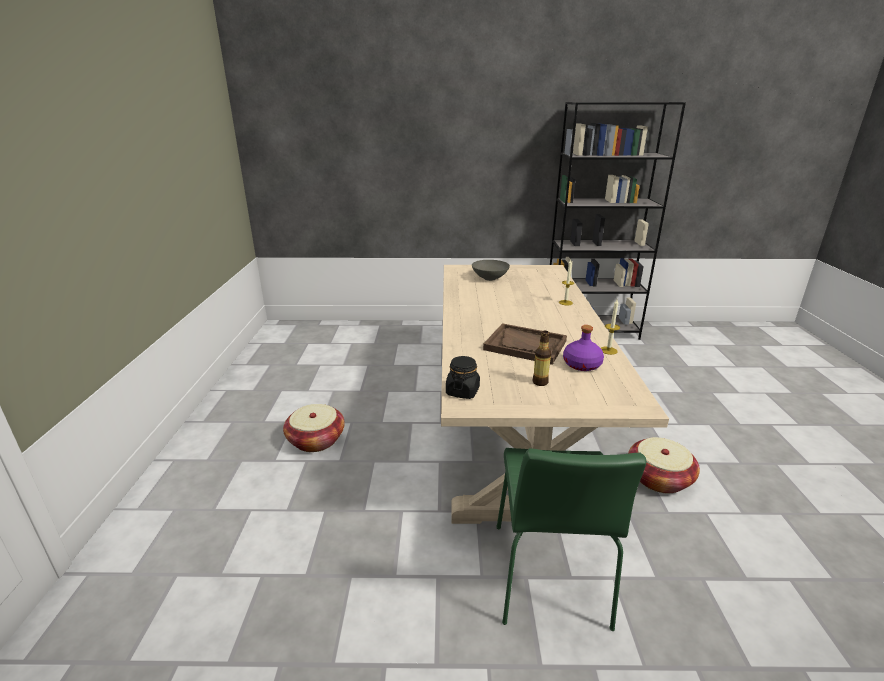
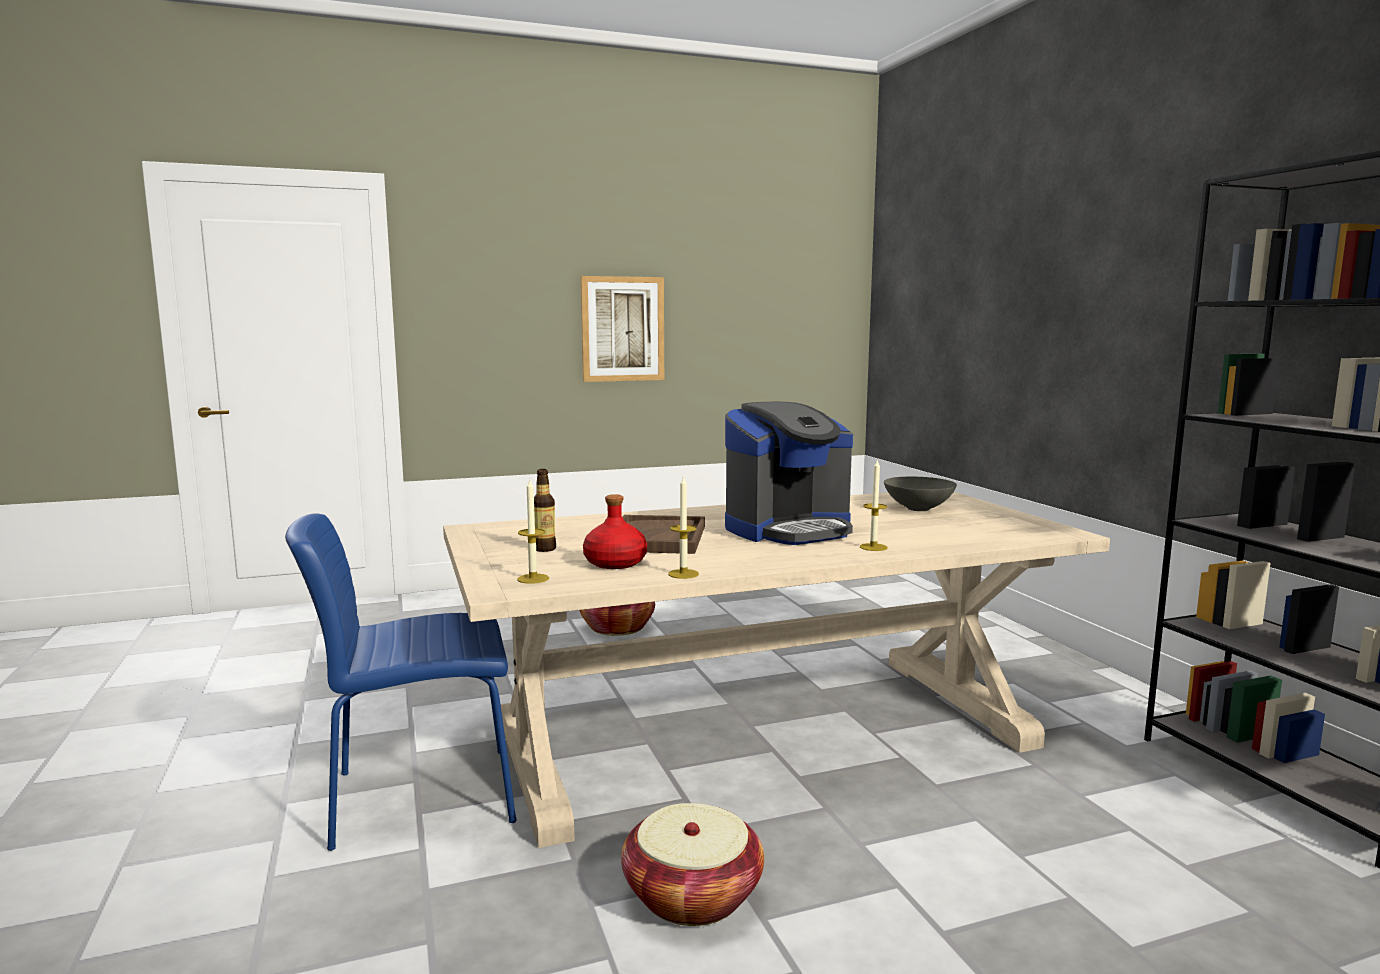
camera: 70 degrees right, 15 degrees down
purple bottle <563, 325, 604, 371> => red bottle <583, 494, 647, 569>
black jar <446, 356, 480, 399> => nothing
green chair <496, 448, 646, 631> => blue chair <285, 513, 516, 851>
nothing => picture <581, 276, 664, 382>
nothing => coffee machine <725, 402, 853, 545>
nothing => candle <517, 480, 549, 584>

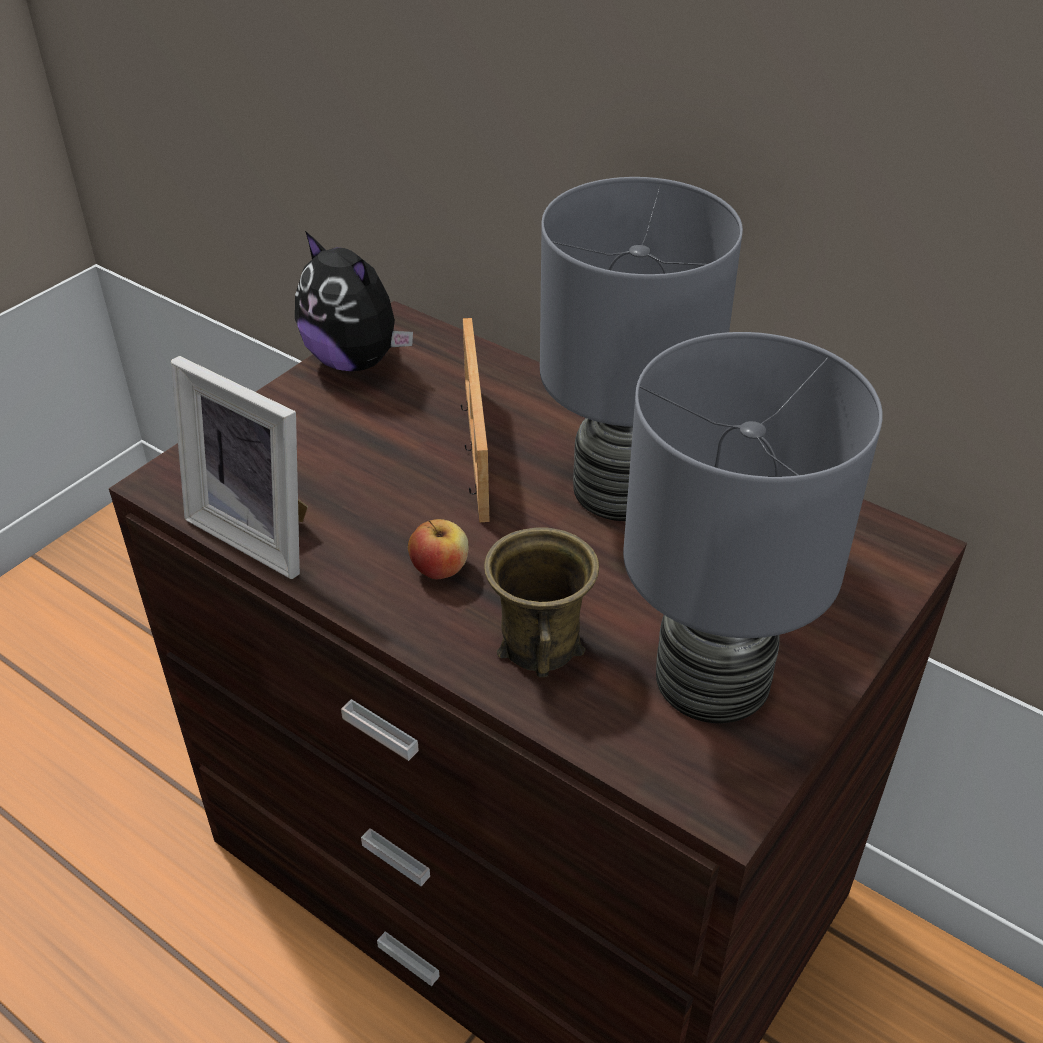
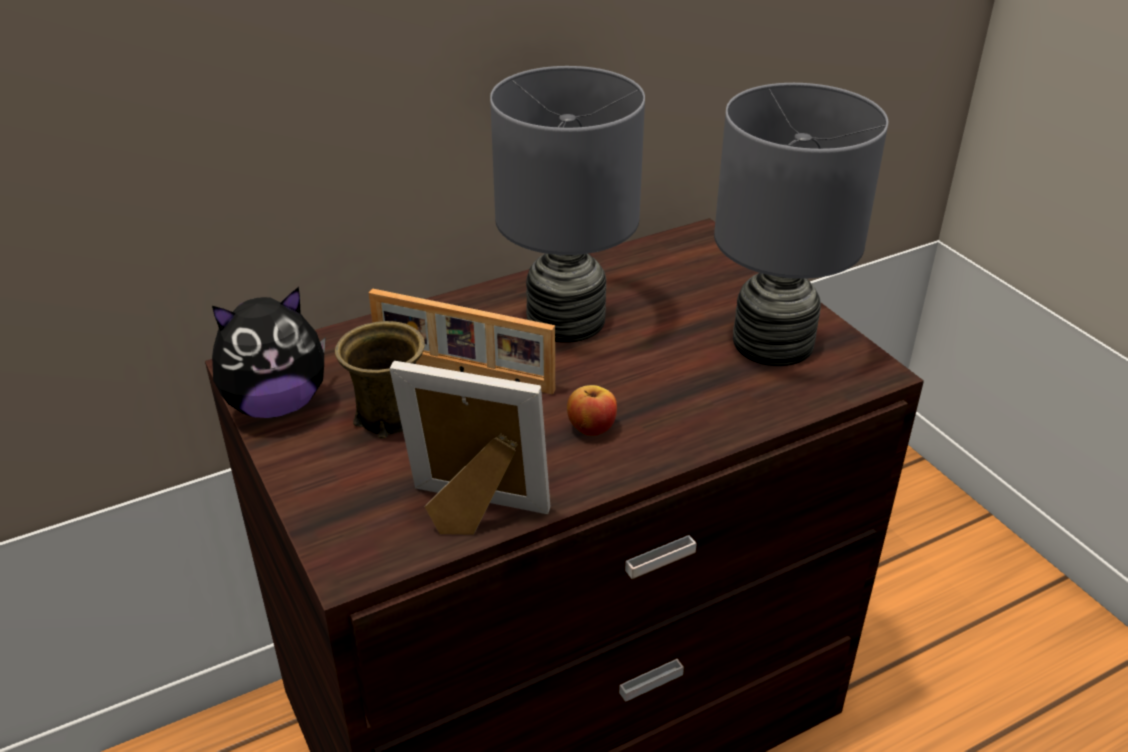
camera: 65 degrees left, 5 degrees down
picture frame <171, 356, 308, 579> => picture frame <389, 361, 550, 535>, 135 degrees counterclockwise
brown mug <484, 527, 599, 677> => brown mug <335, 321, 425, 438>, moved

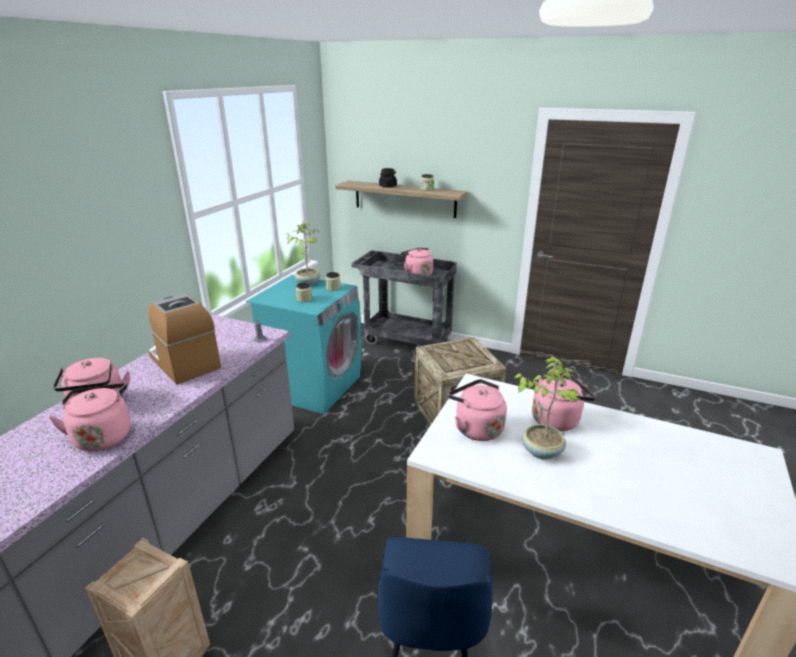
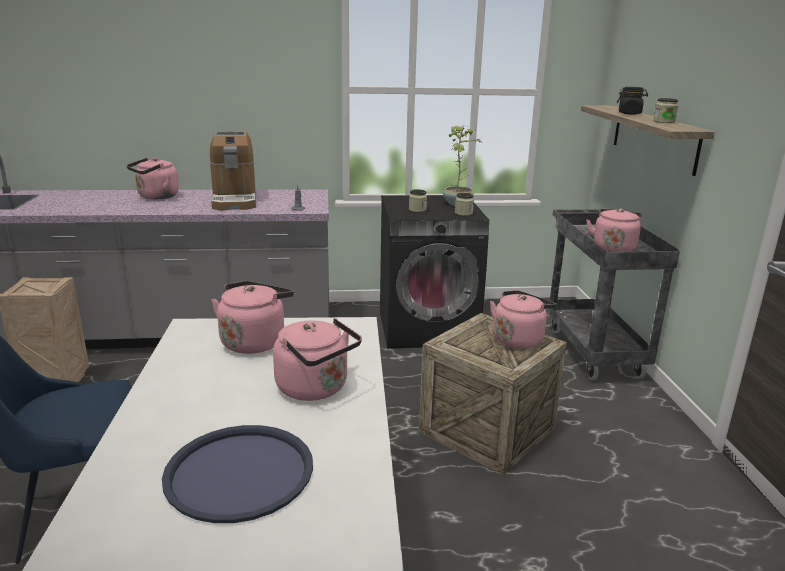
camera: 60 degrees right, 5 degrees down
turquoise washing machine <246, 275, 362, 414> => black washing machine <380, 195, 489, 349>
coffee machine <148, 294, 221, 385> => coffee machine <210, 131, 256, 210>, 150 degrees clockwise
potted plant <514, 357, 580, 460> => nothing
pink kettle <49, 383, 131, 451> => pink kettle <490, 290, 557, 349>, moved
nothing => blue tray <162, 425, 313, 523>

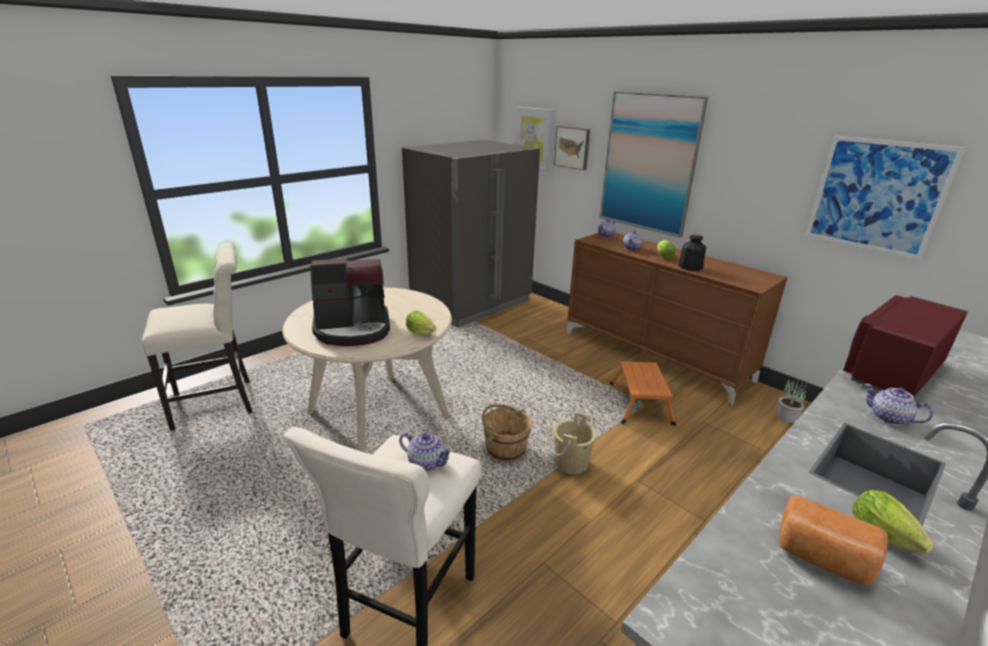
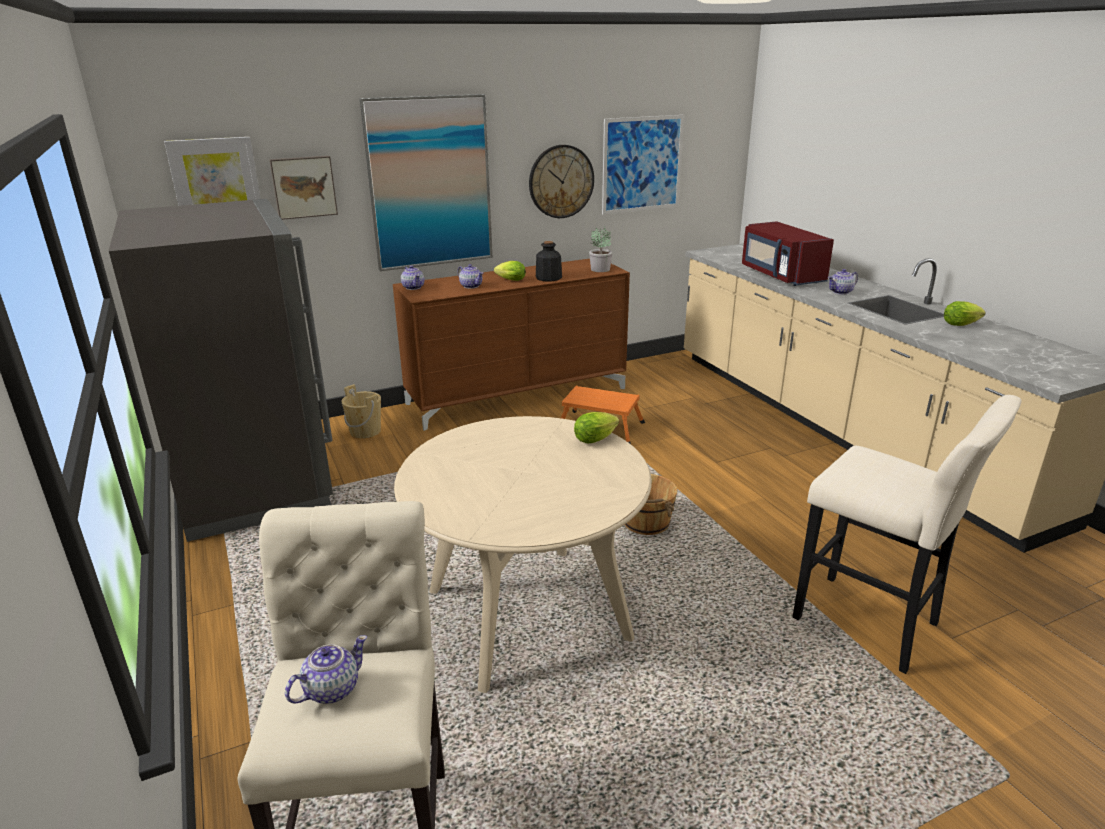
camera: 70 degrees left, 0 degrees up
coffee machine <310, 259, 390, 346> => nothing
potted plant <776, 380, 807, 423> => potted plant <589, 226, 613, 272>, moved
beige bucket <552, 412, 596, 474> => beige bucket <341, 384, 381, 438>, moved
teapot <399, 432, 453, 471> => teapot <285, 635, 367, 704>, moved
bread <780, 495, 888, 586> => nothing
nothing => wall clock <529, 145, 594, 218>

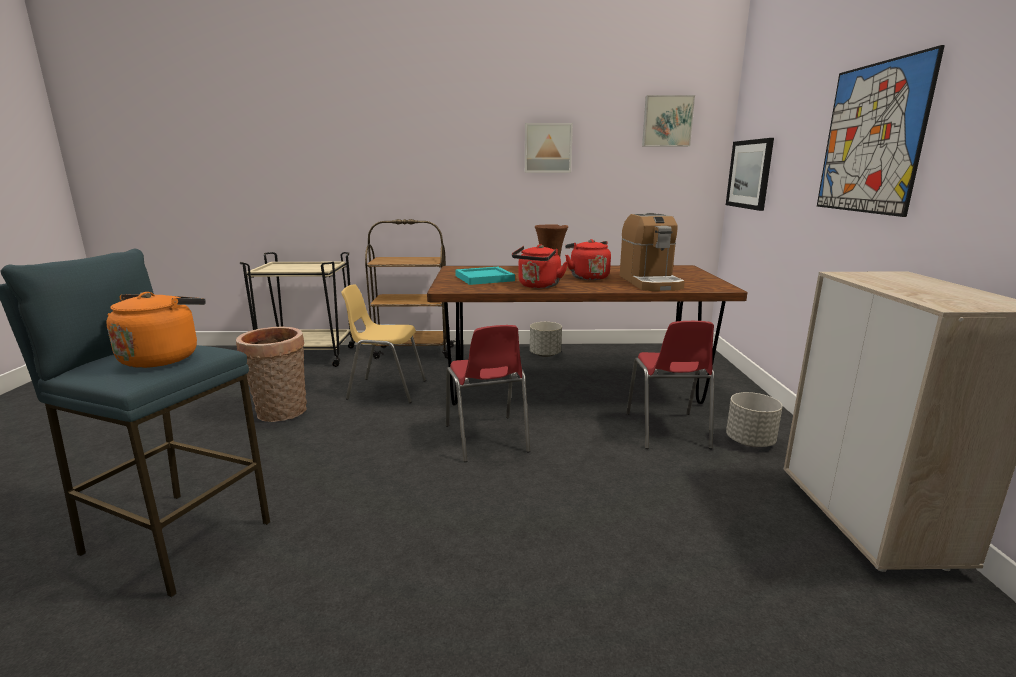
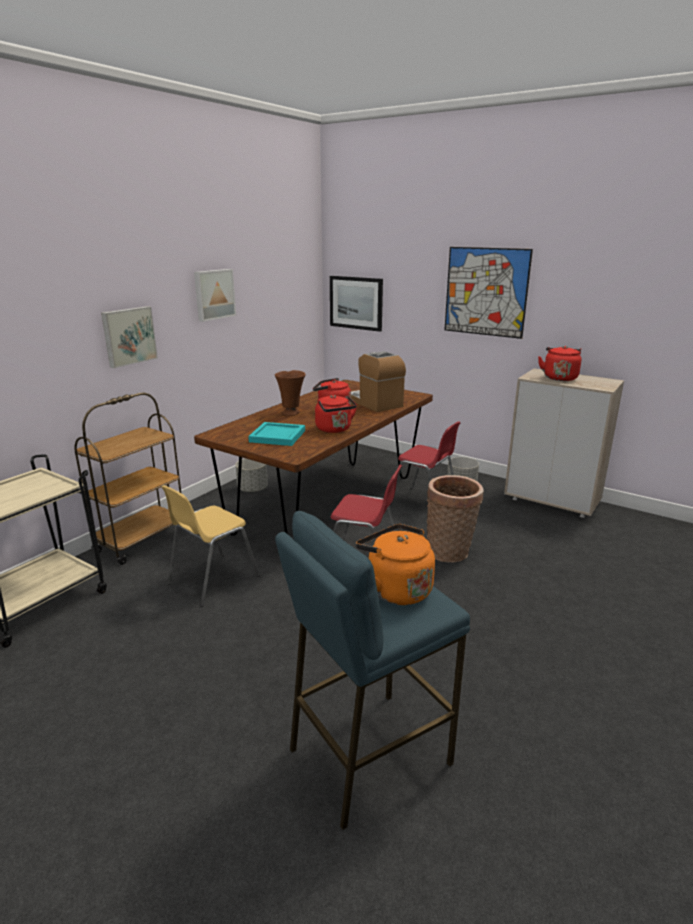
camera: 55 degrees left, 5 degrees up
picture <642, 95, 695, 146> => picture <101, 306, 158, 368>, moved
coffee machine <620, 213, 685, 291> => coffee machine <351, 351, 406, 412>, 150 degrees counterclockwise
basket <236, 327, 307, 422> => basket <427, 475, 484, 563>, moved
nothing => red kettle <538, 346, 581, 381>

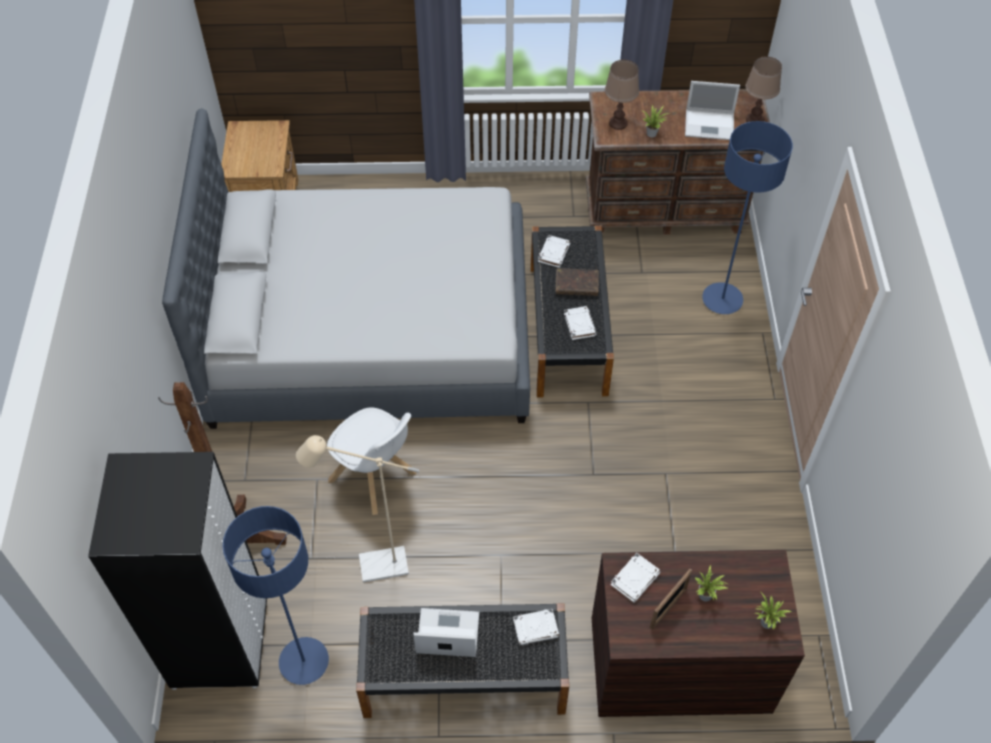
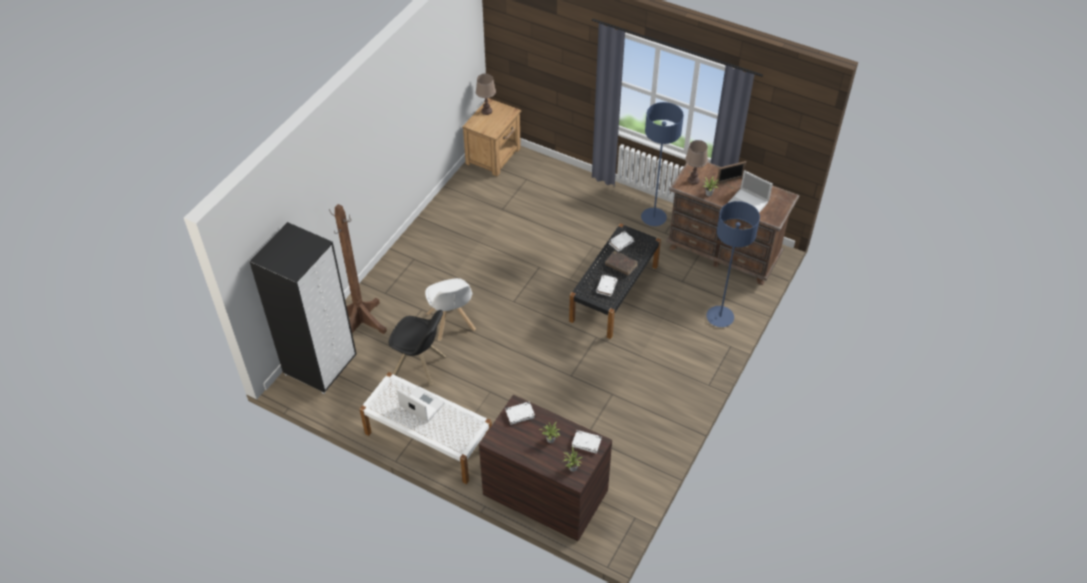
camera: 30 degrees right, 5 degrees down
brown table lamp <745, 56, 782, 122> => brown table lamp <476, 73, 496, 115>, moved
grey bed <162, 108, 530, 429> => nothing
beige floor lamp <296, 435, 419, 583> => black chair <389, 310, 446, 386>
blue floor lamp <223, 506, 329, 685> => blue floor lamp <641, 102, 684, 226>, moved
picture frame <650, 569, 692, 629> => picture frame <716, 161, 746, 184>, moved
black bench <356, 603, 569, 718> => white bench <359, 372, 492, 485>
white book <513, 609, 559, 645> => white book <571, 430, 601, 454>, moved

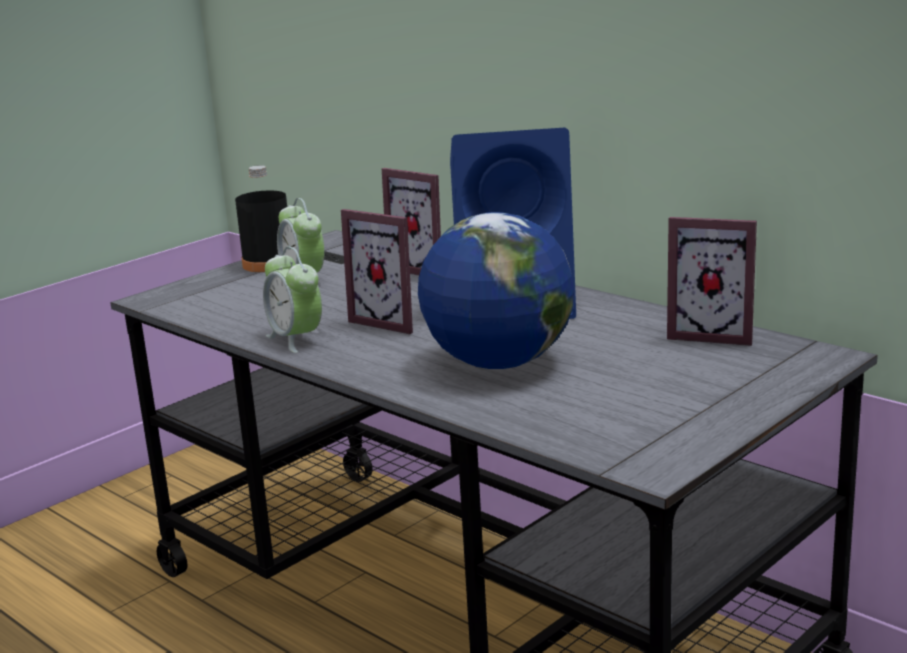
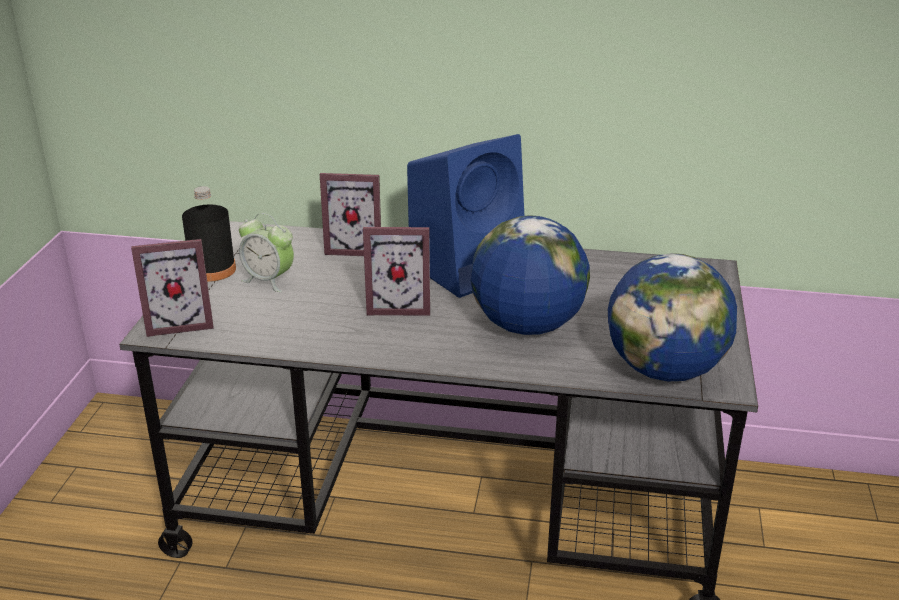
camera: 35 degrees left, 10 degrees up
picture frame <667, 217, 757, 346> => picture frame <131, 239, 214, 337>, moved
alarm clock <263, 247, 322, 353> => nothing
nothing => globe <608, 253, 737, 381>

